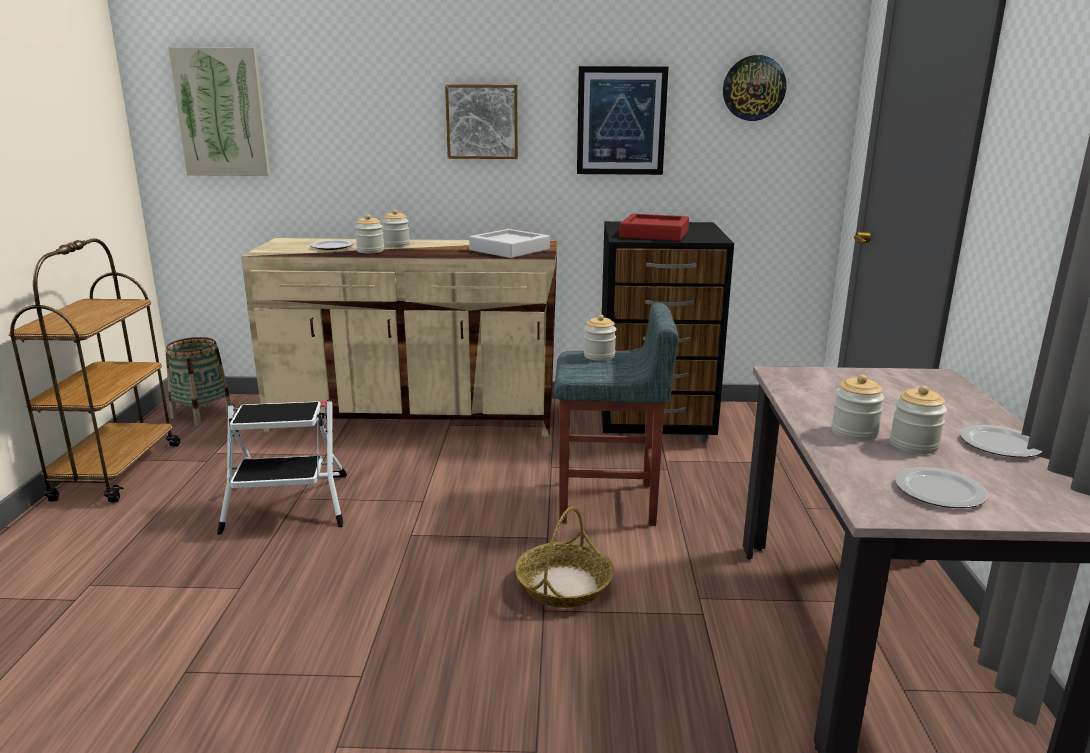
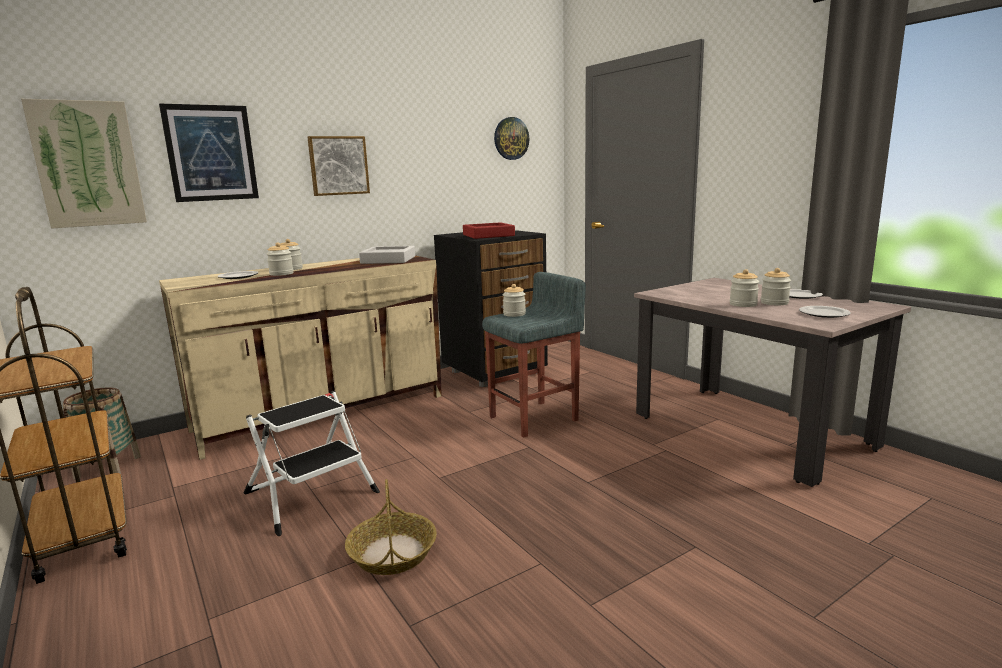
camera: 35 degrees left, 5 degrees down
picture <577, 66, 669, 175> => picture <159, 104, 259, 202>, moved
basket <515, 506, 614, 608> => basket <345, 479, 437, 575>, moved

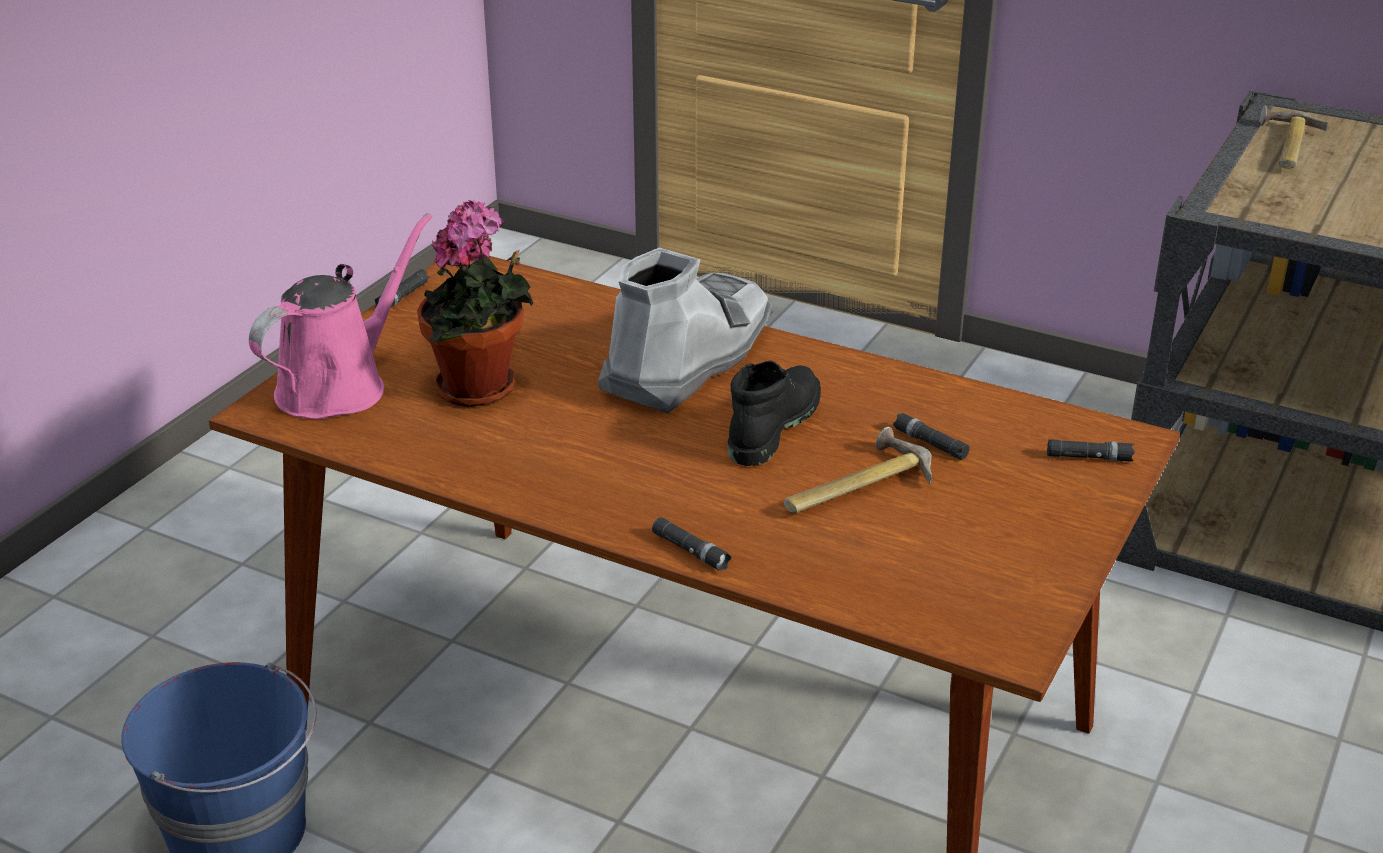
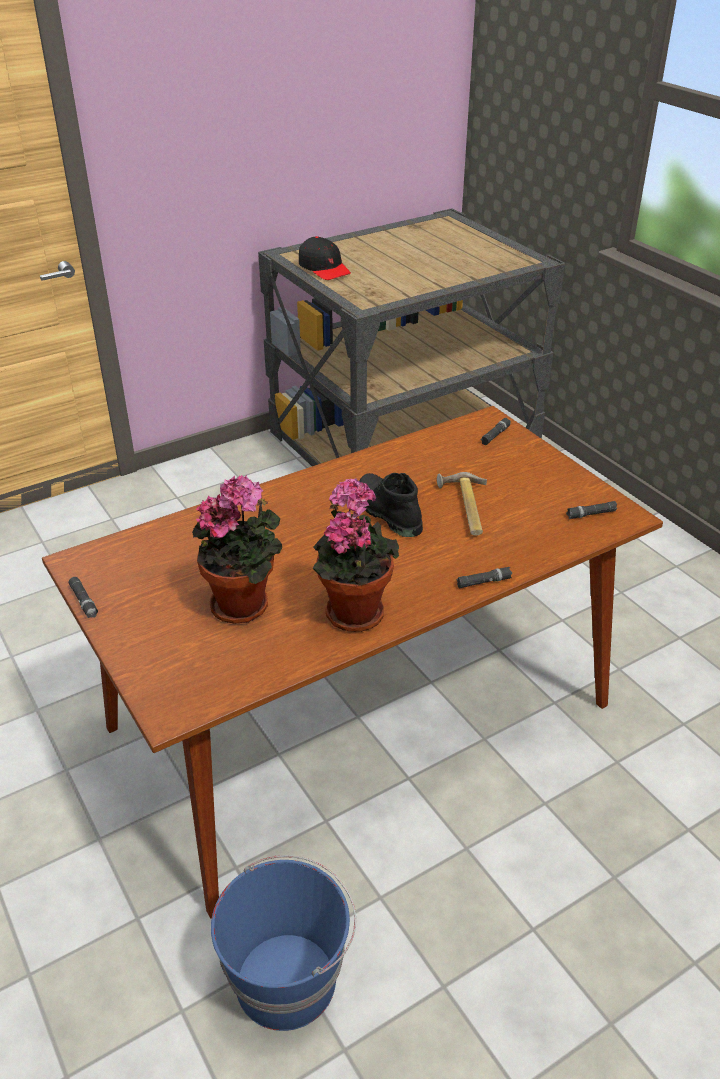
camera: 60 degrees left, 5 degrees up
hammer <1260, 105, 1328, 169> => black cap <299, 236, 351, 280>
pink watering can <249, 213, 432, 419> => nothing
grey boot <598, 247, 773, 413> => nothing
black flashlight <893, 413, 970, 460> => black flashlight <566, 501, 617, 519>, moved
nothing => potted plant <313, 478, 399, 632>

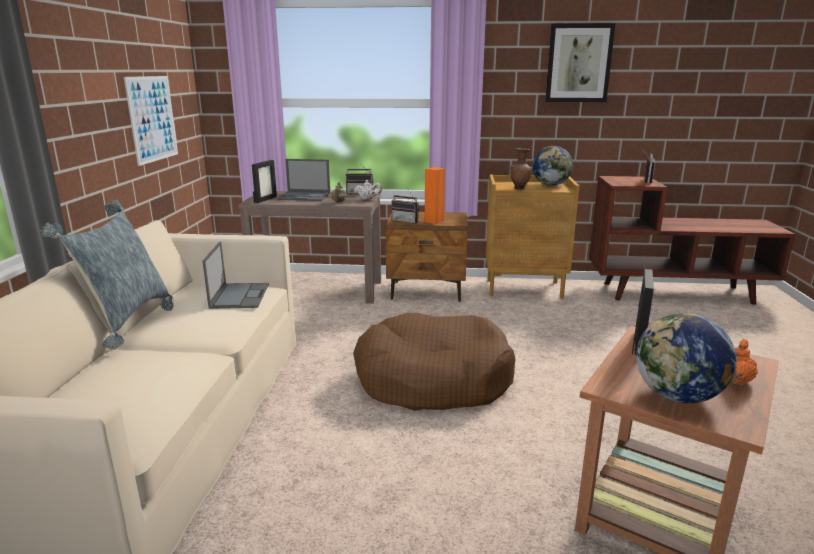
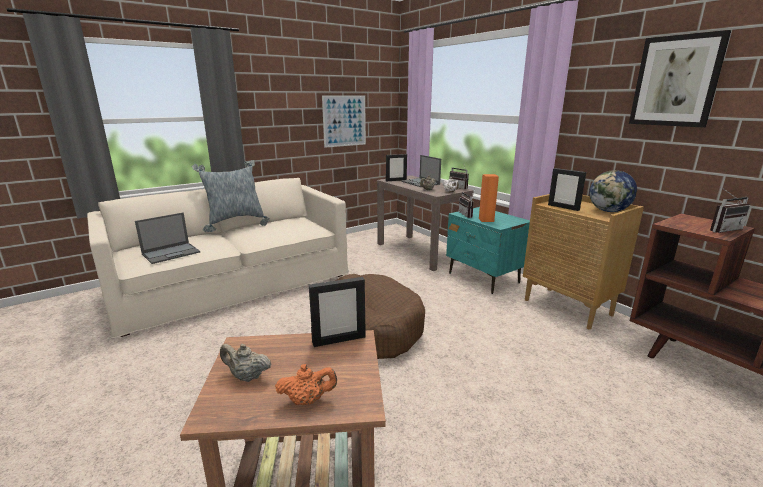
camera: 50 degrees right, 0 degrees up
brown vase <510, 148, 532, 190> => picture frame <548, 168, 586, 211>
brown nightstand <385, 212, 468, 302> => turquoise nightstand <446, 207, 530, 294>
laptop <203, 241, 269, 309> => laptop <135, 213, 200, 264>, moved
globe <636, 313, 736, 403> => beige teapot <220, 344, 271, 382>

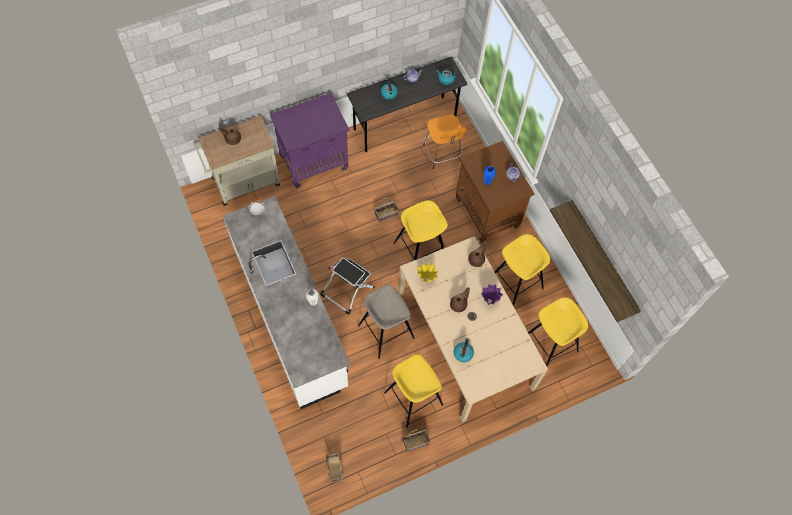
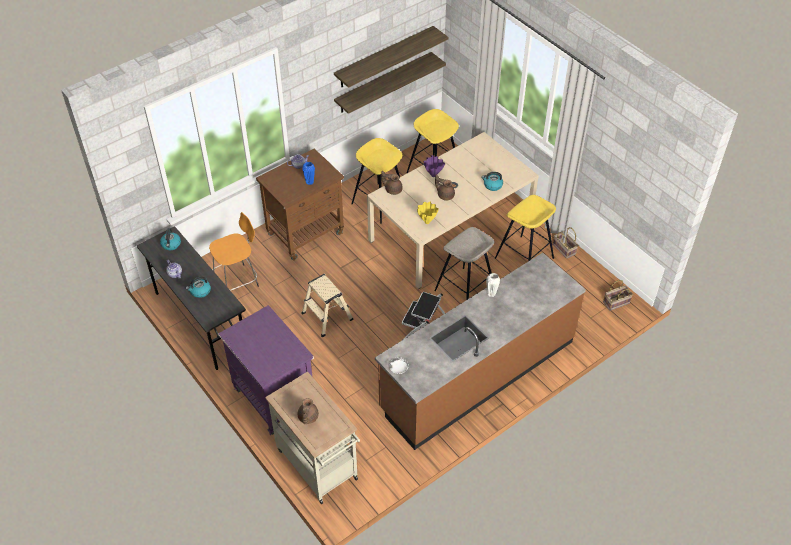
camera: 100 degrees left, 15 degrees down
white counter <223, 196, 350, 409> => brown counter <375, 253, 586, 450>
basket <374, 197, 399, 223> => beige step ladder <301, 274, 354, 337>
yellow stool <394, 200, 448, 260> => nothing
nothing => shelf <334, 26, 448, 88>

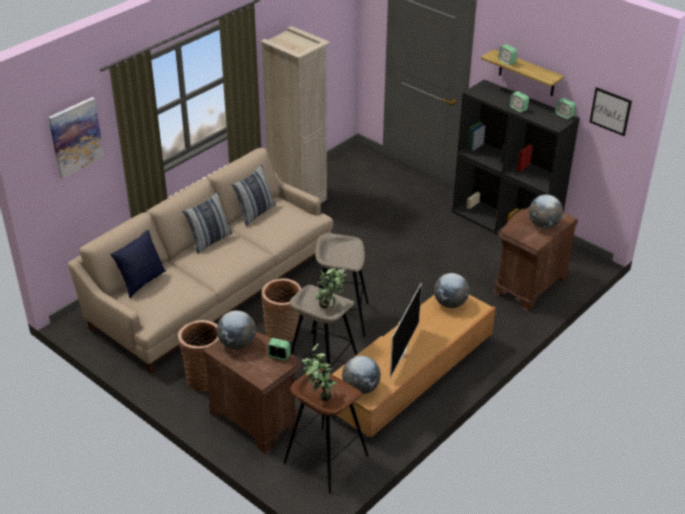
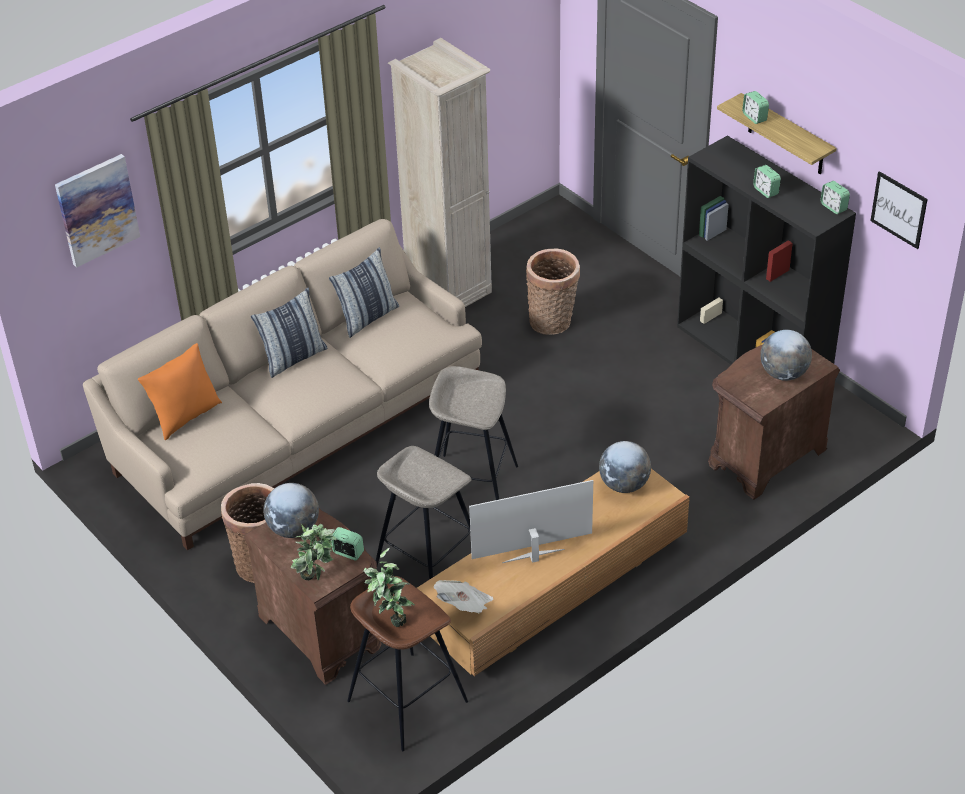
camera: 10 degrees right, 5 degrees up
blue pillow <110, 229, 166, 298> => orange pillow <138, 343, 222, 440>
potted plant <315, 268, 347, 308> => potted plant <291, 524, 336, 580>, moved
basket <261, 278, 301, 342> => basket <526, 249, 580, 335>, moved
television <390, 283, 422, 377> => television <469, 480, 593, 563>, 135 degrees counterclockwise
globe <342, 356, 381, 394> => newspaper <434, 580, 493, 613>

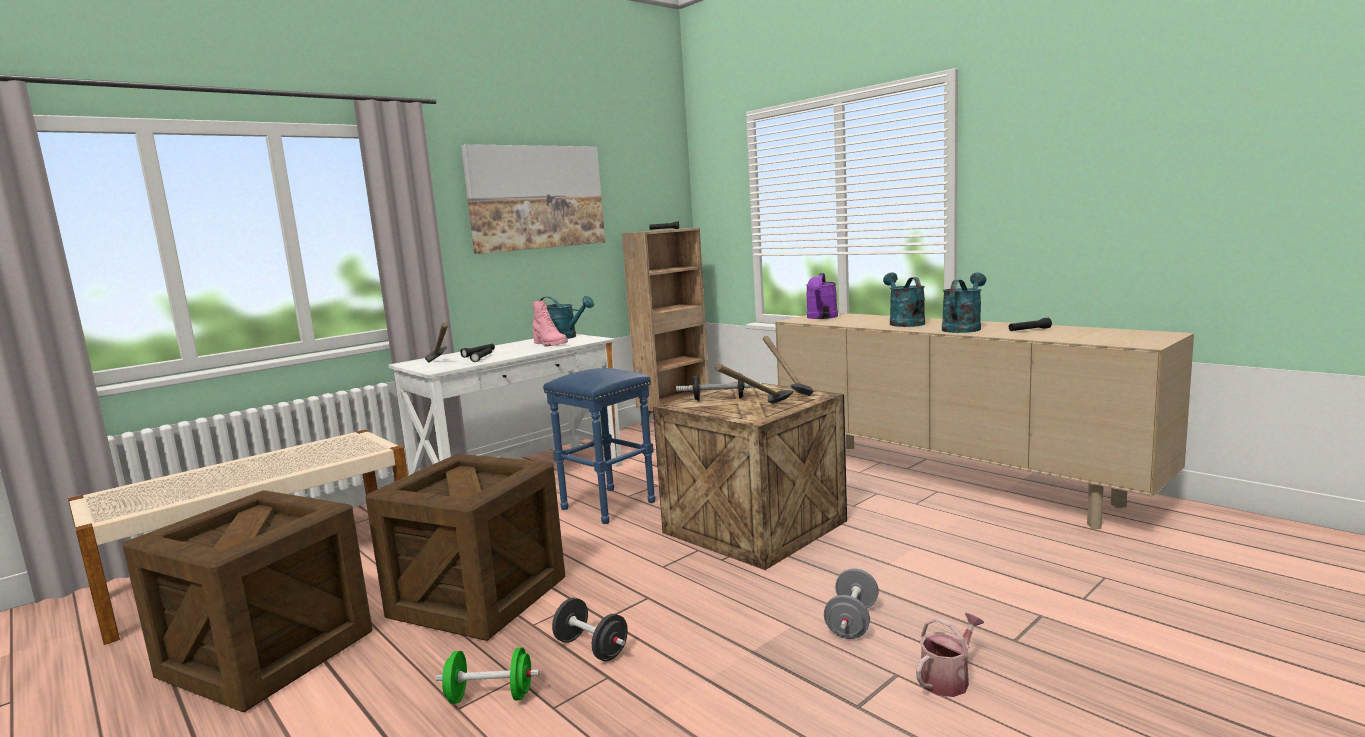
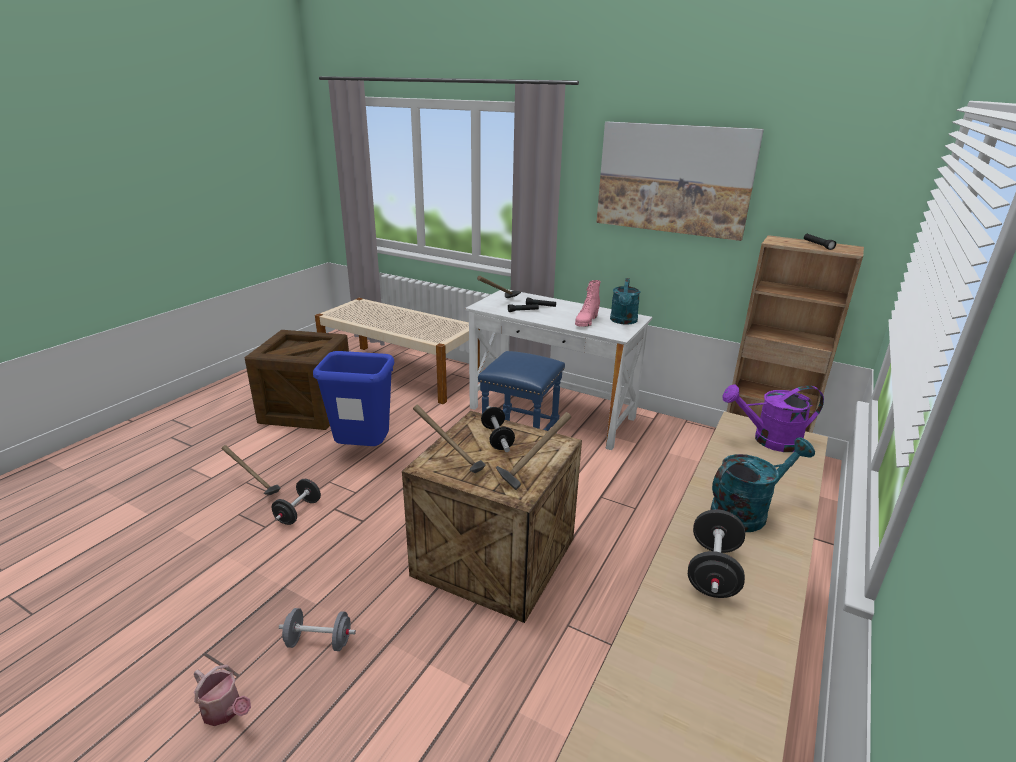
camera: 70 degrees right, 15 degrees up
turquoise watering can <942, 273, 986, 333> => black dumbbell <688, 509, 745, 598>
black flashlight <1009, 318, 1052, 331> => nothing
crate <365, 454, 565, 641> => blue trash can <313, 351, 394, 446>
green dumbbell <436, 647, 540, 704> => hammer <222, 445, 281, 495>

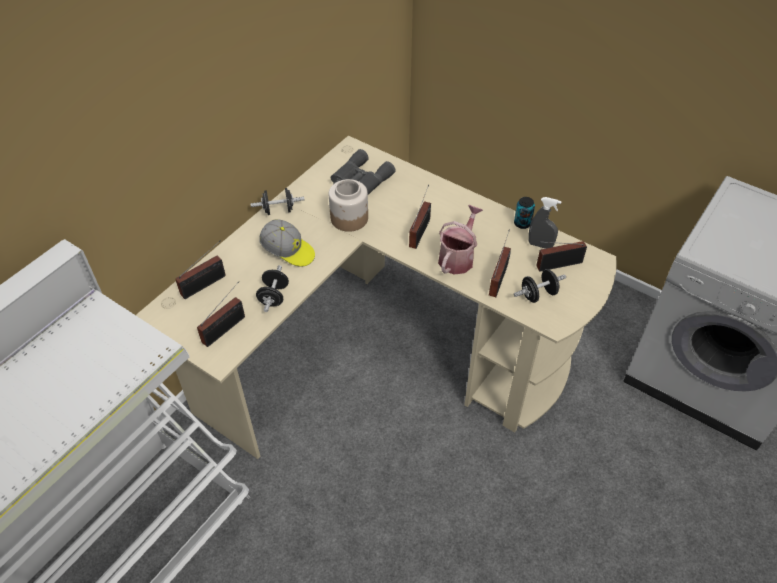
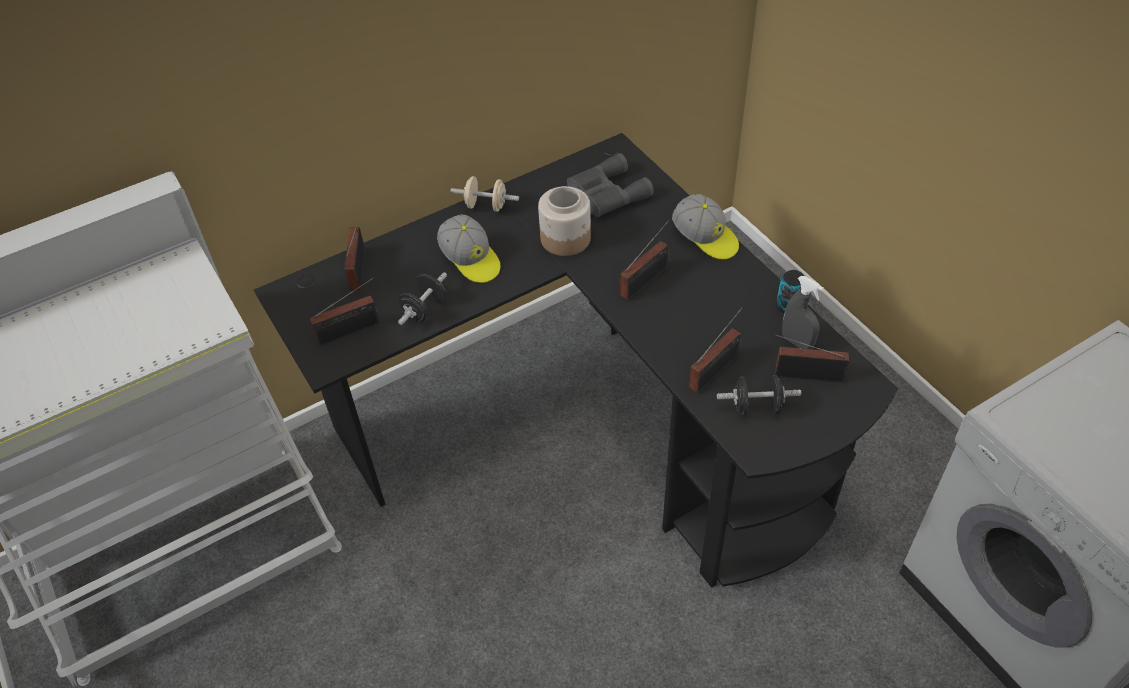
camera: 25 degrees right, 0 degrees up
beige desk <136, 136, 616, 459> => black desk <254, 133, 898, 588>
black dumbbell <250, 188, 304, 215> => beige dumbbell <451, 176, 519, 212>
watering can <438, 205, 483, 275> => nothing
radio <175, 241, 226, 299> => radio <344, 227, 365, 291>, 105 degrees clockwise
nothing => cap <672, 194, 739, 260>

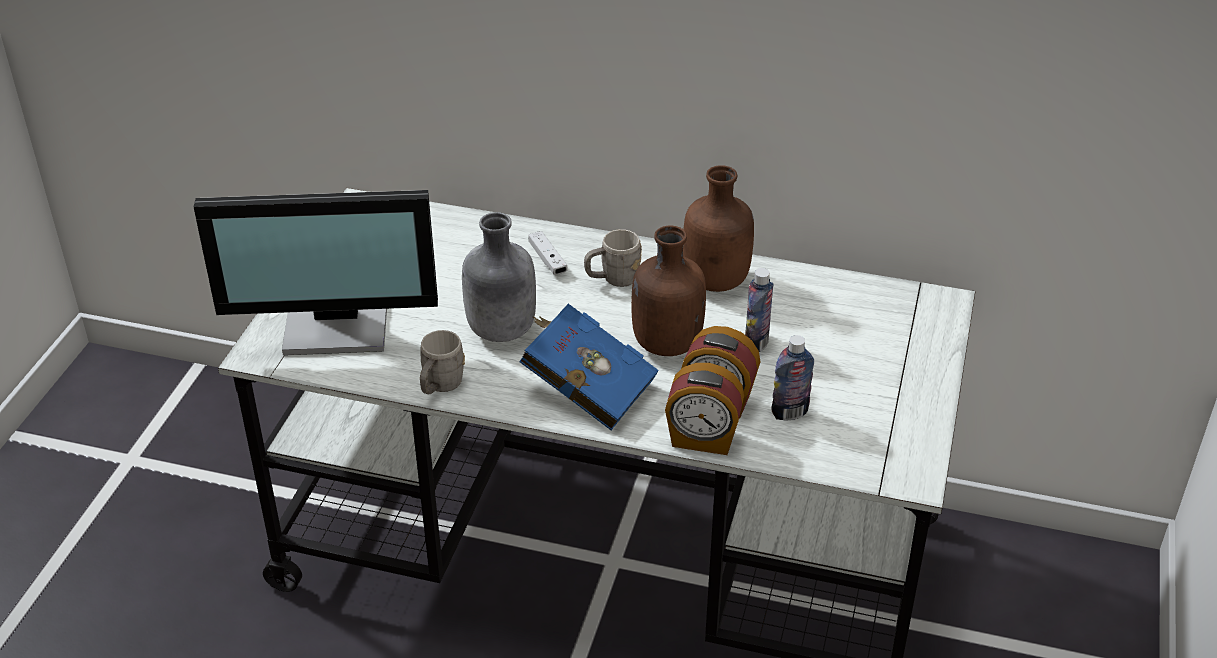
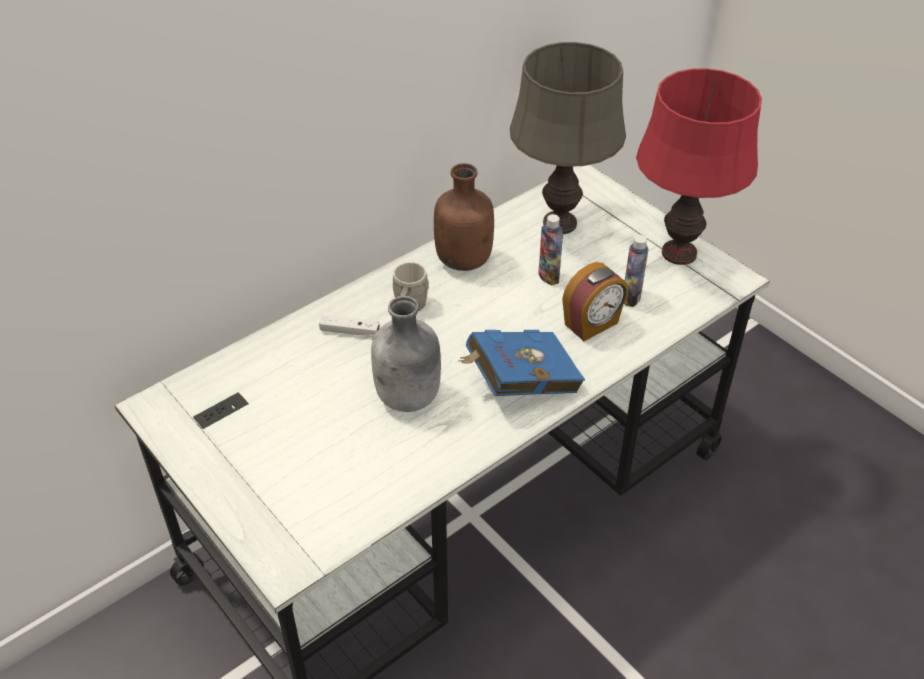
camera: 55 degrees left, 5 degrees up
monitor <194, 190, 438, 355> => nothing
brown bottle <631, 225, 706, 356> => nothing
grey mug <420, 330, 465, 394> => nothing
alarm clock <665, 363, 744, 455> => nothing
nothing => grey table lamp <510, 42, 626, 234>
nothing => red table lamp <636, 68, 762, 265>

